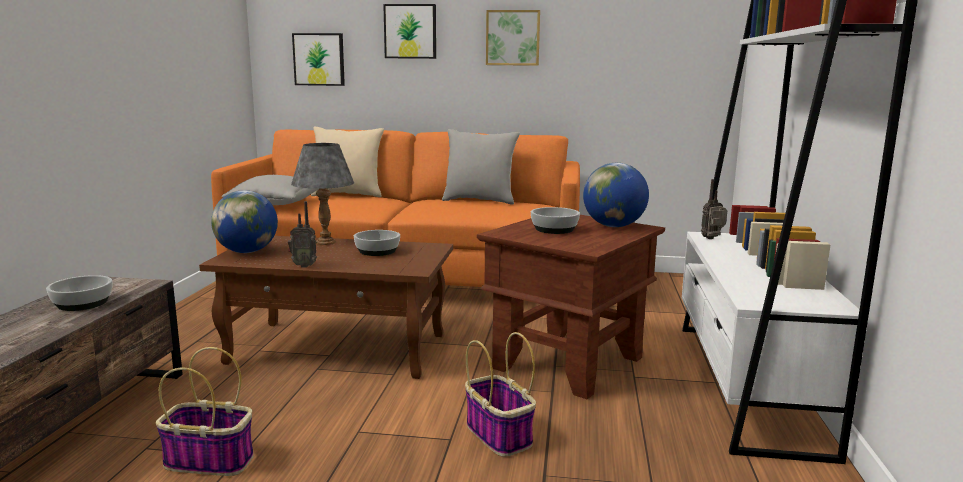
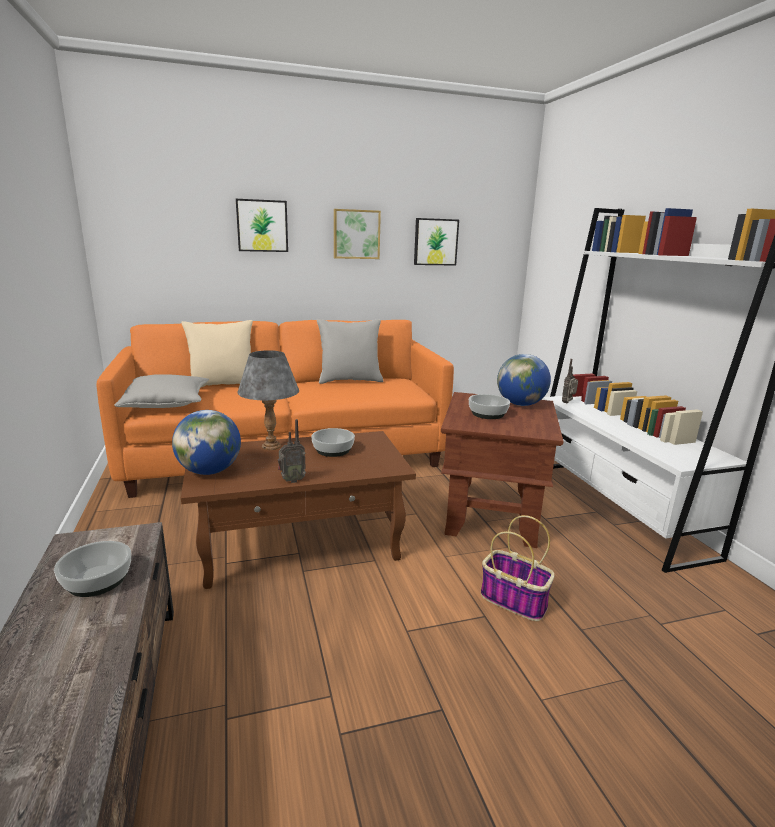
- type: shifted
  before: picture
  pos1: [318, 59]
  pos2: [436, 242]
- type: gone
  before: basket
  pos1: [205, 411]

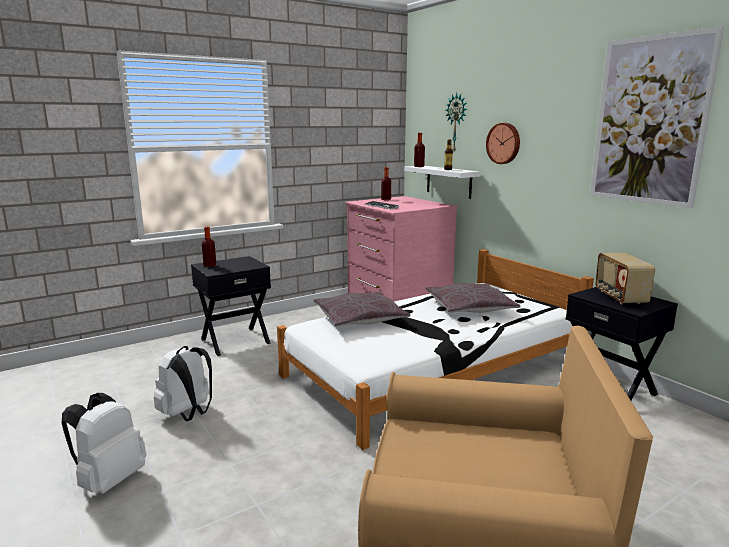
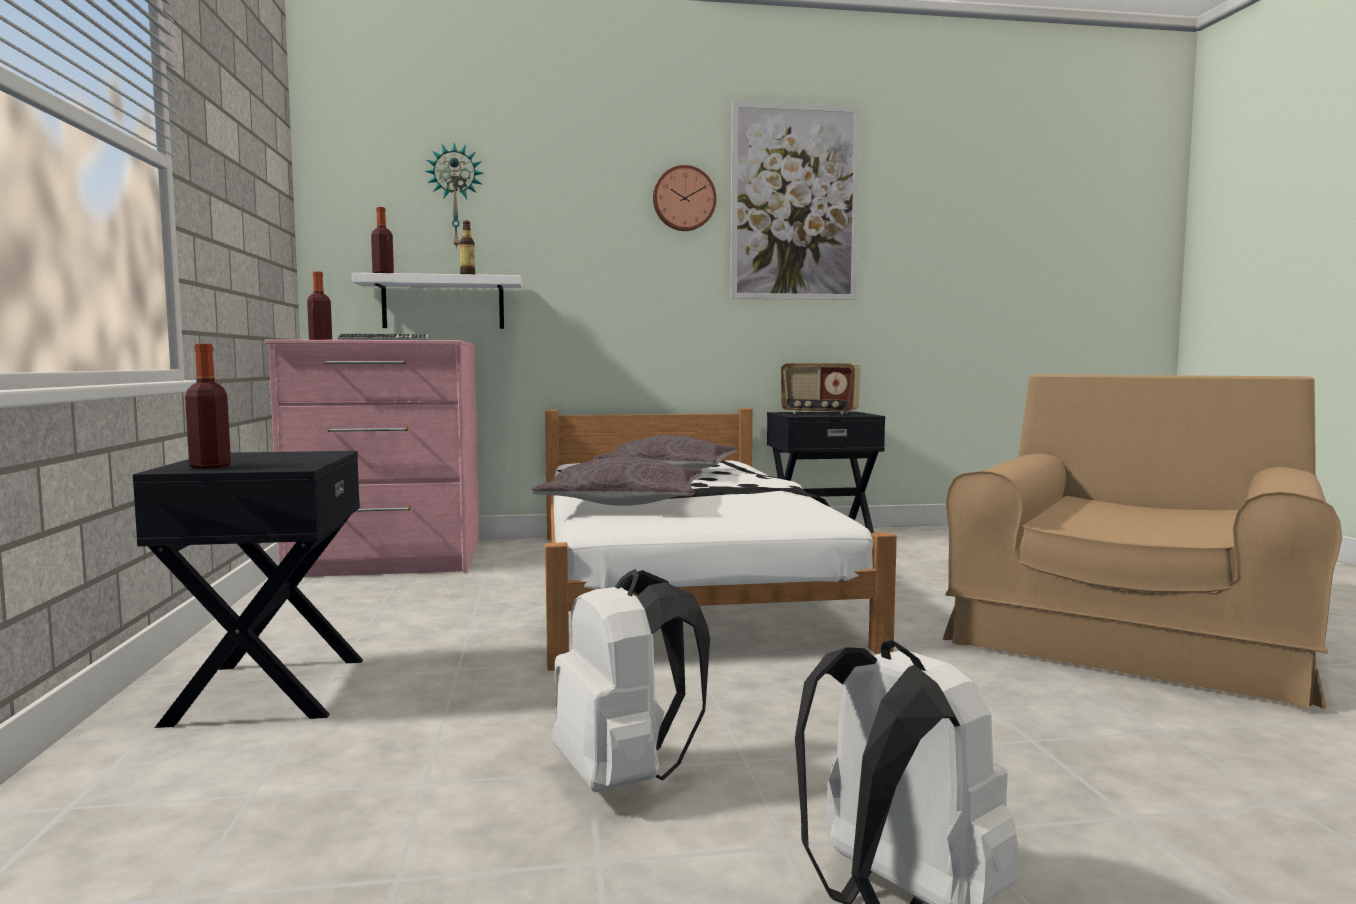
- type: shifted
  before: wall clock
  pos1: [503, 143]
  pos2: [685, 198]

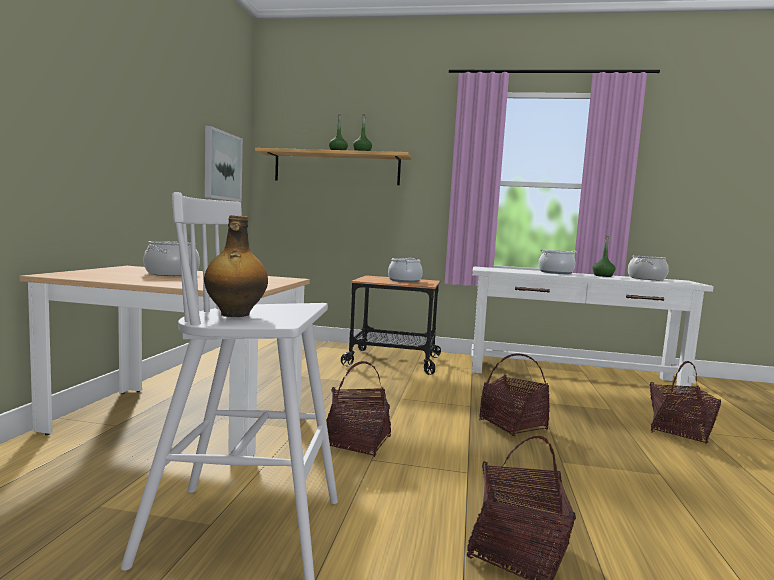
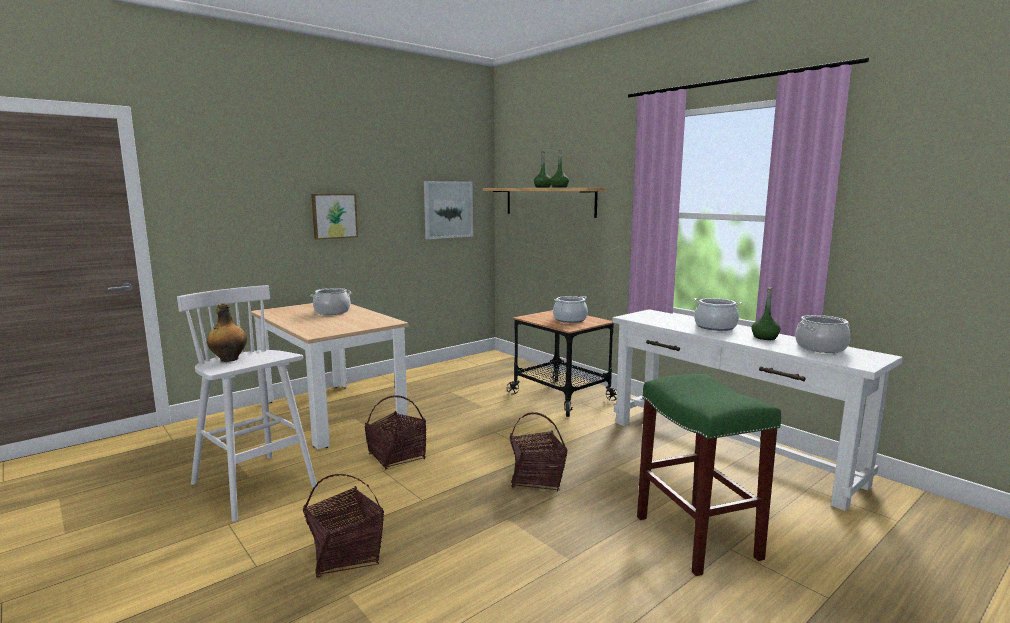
- type: new
  after: picture
  pos2: [334, 217]
- type: swapped
  before: basket
  after: stool/green
  pos1: [685, 402]
  pos2: [709, 475]

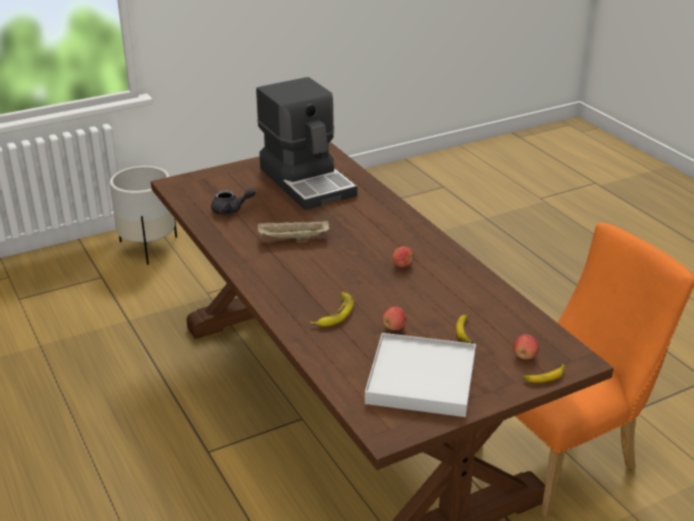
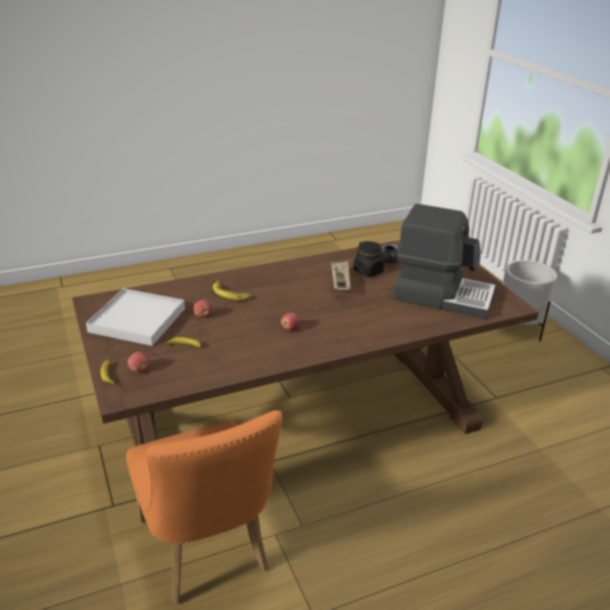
- type: new
  after: jar/black
  pos2: [368, 259]
- type: rotated
  before: coffee machine
  pos1: [306, 143]
  pos2: [445, 261]
  turn: -135

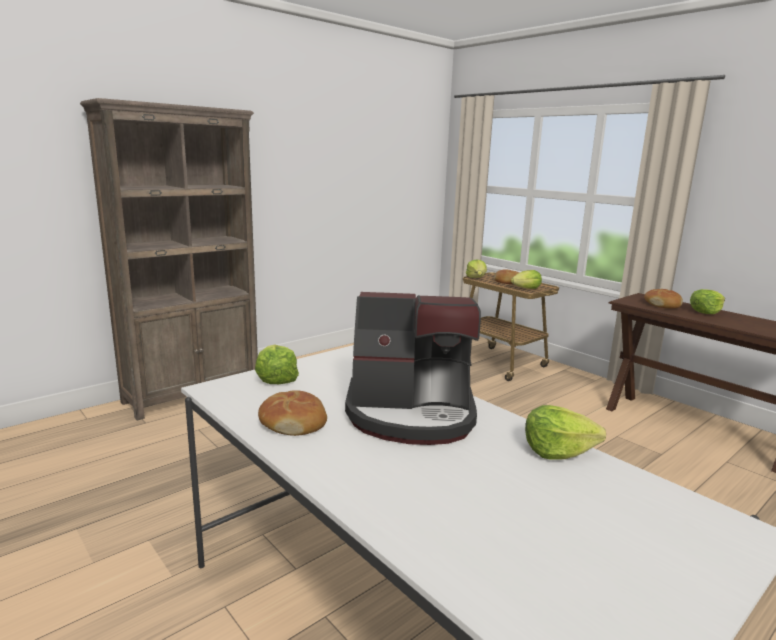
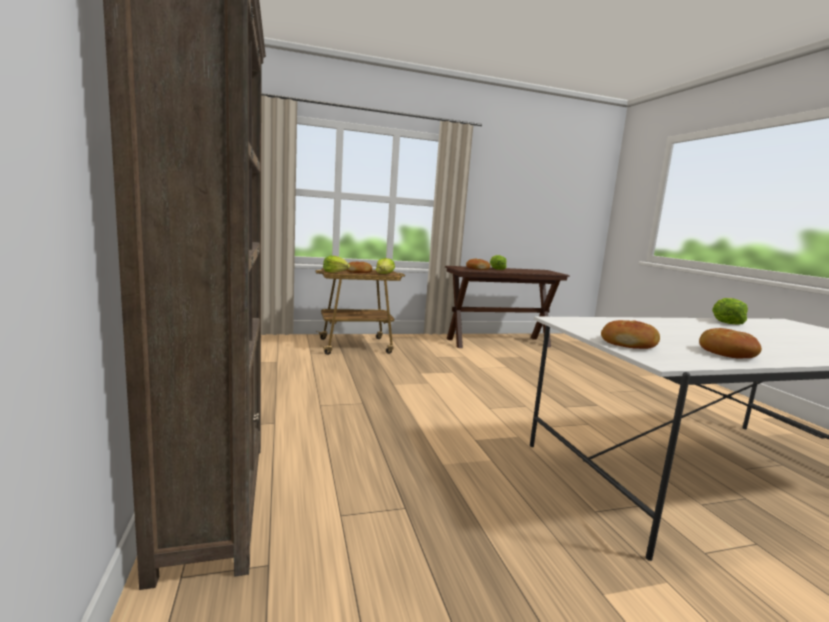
- type: swapped
  before: lettuce
  after: bread
  pos1: [277, 364]
  pos2: [630, 334]
- type: gone
  before: coffee machine
  pos1: [413, 368]

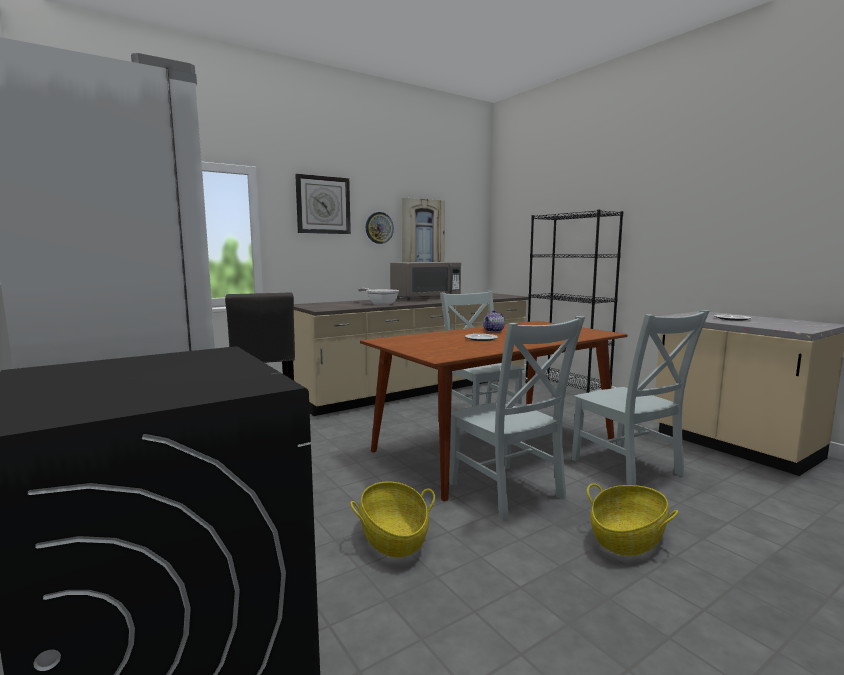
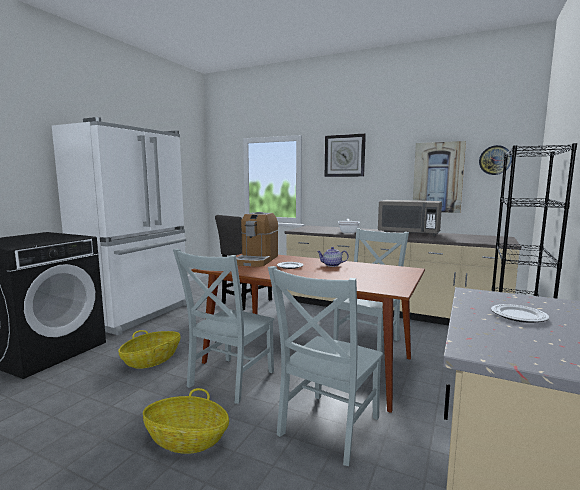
- type: new
  after: coffee machine
  pos2: [257, 239]
- type: shifted
  before: wall clock
  pos1: [380, 228]
  pos2: [495, 160]

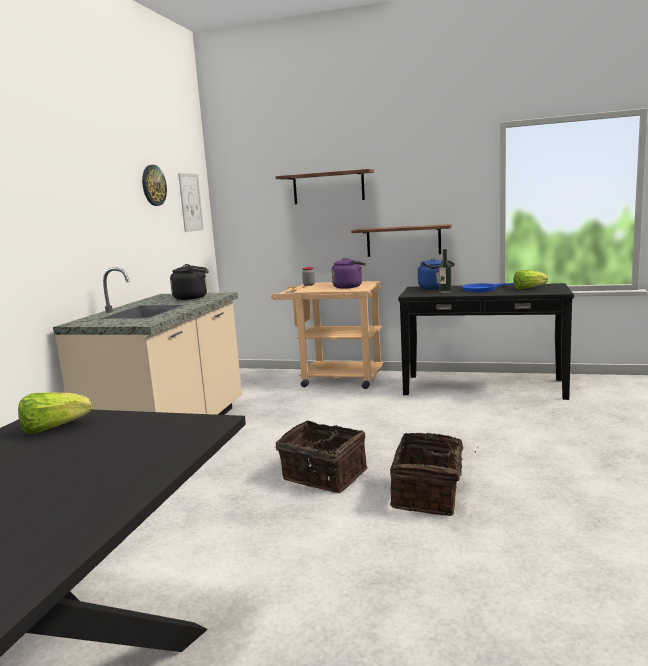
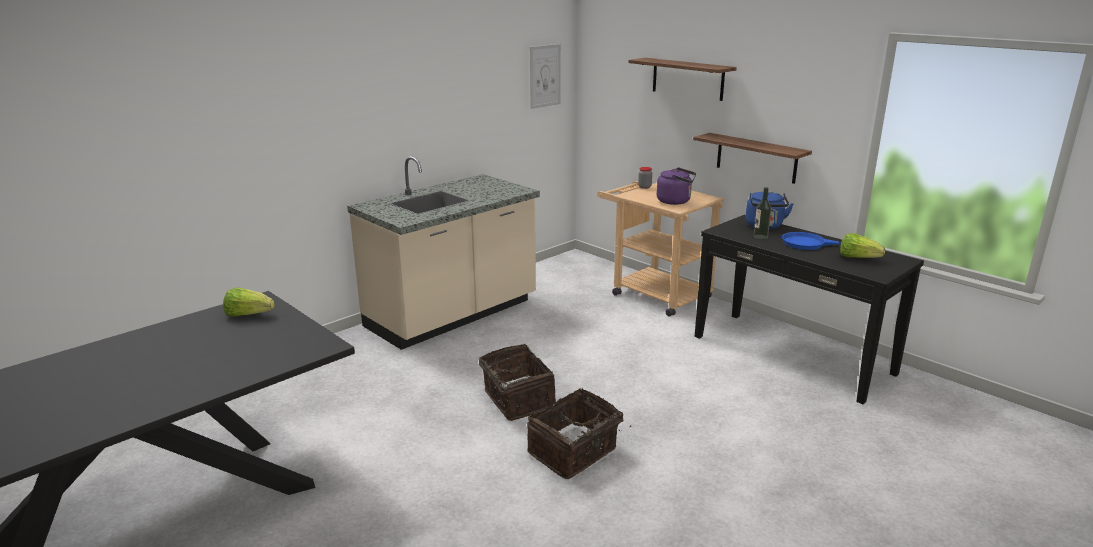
- type: gone
  before: wall clock
  pos1: [154, 185]
- type: gone
  before: kettle/black
  pos1: [189, 282]

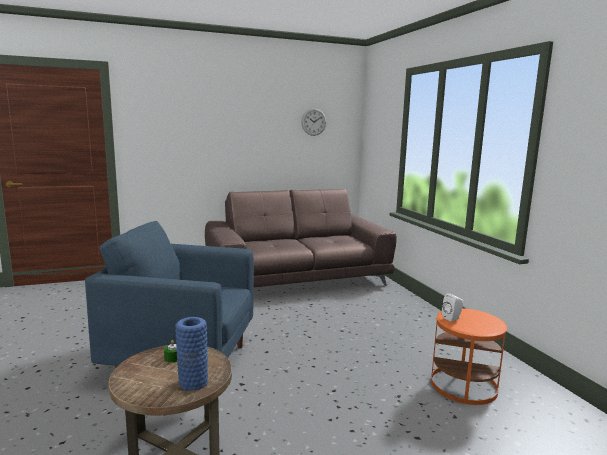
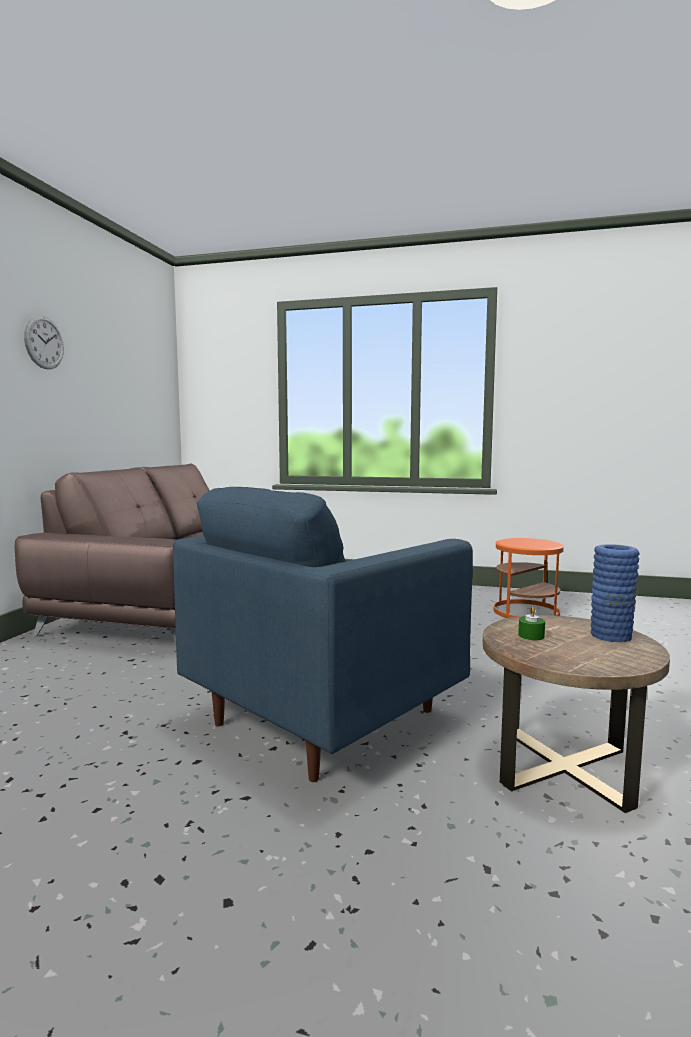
- type: shifted
  before: wall clock
  pos1: [314, 122]
  pos2: [44, 342]
- type: gone
  before: speaker/white
  pos1: [452, 307]

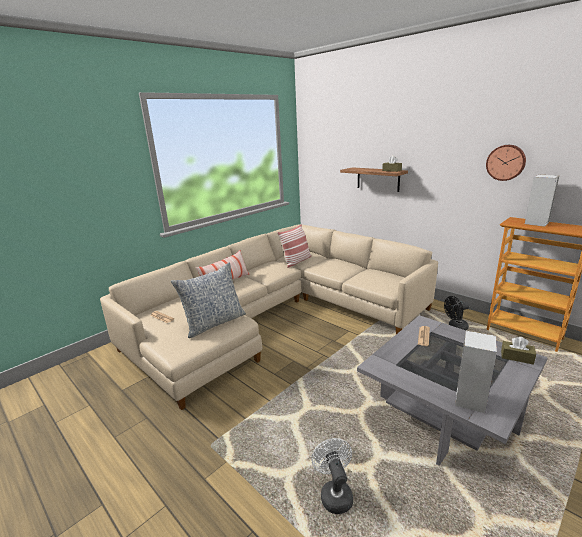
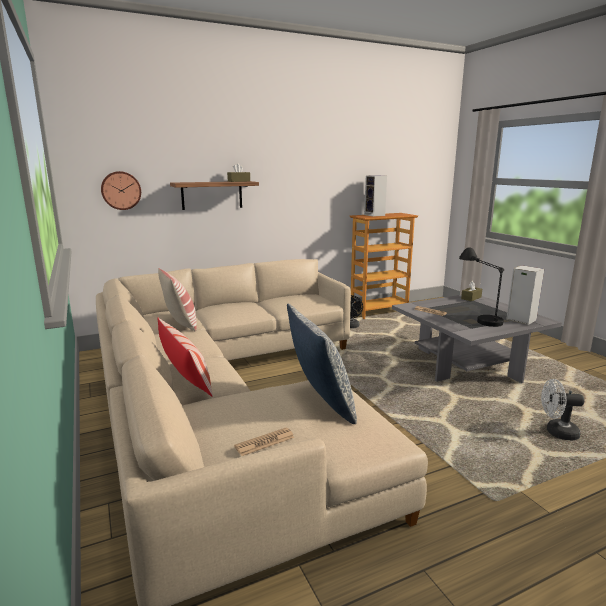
- type: shifted
  before: wall clock
  pos1: [506, 163]
  pos2: [121, 190]
- type: new
  after: table lamp/black
  pos2: [481, 287]

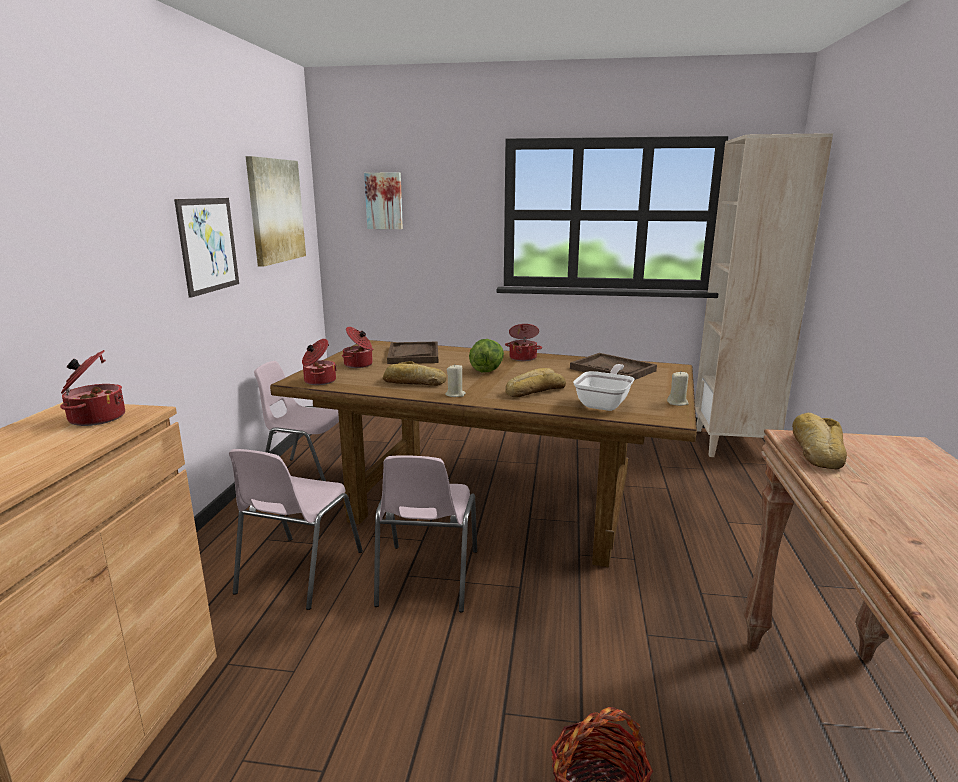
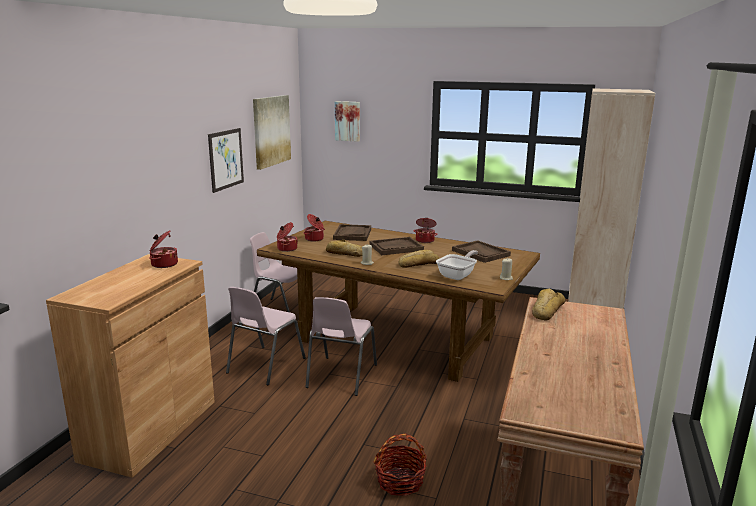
- type: swapped
  before: lettuce
  after: tray/brown
  pos1: [486, 355]
  pos2: [396, 246]

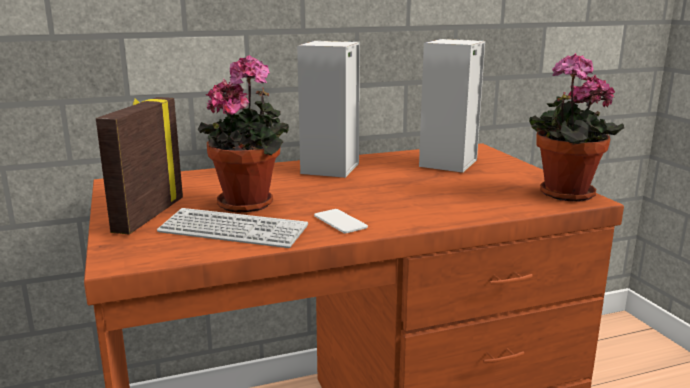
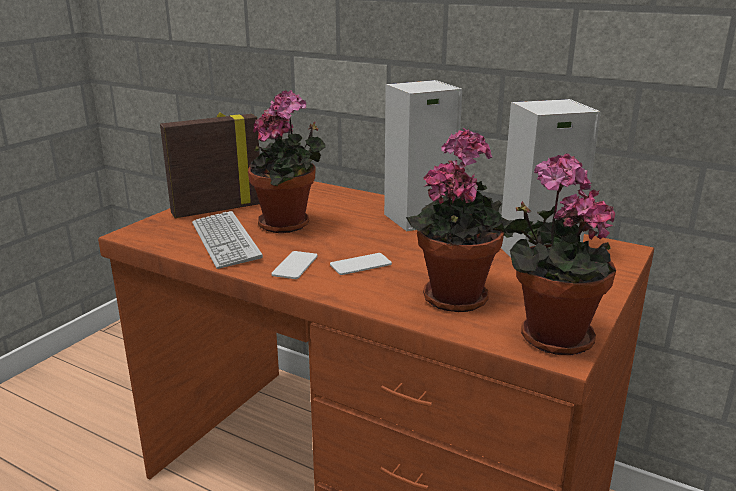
- type: new
  after: phone
  pos2: [361, 264]
- type: new
  after: potted plant
  pos2: [460, 220]

